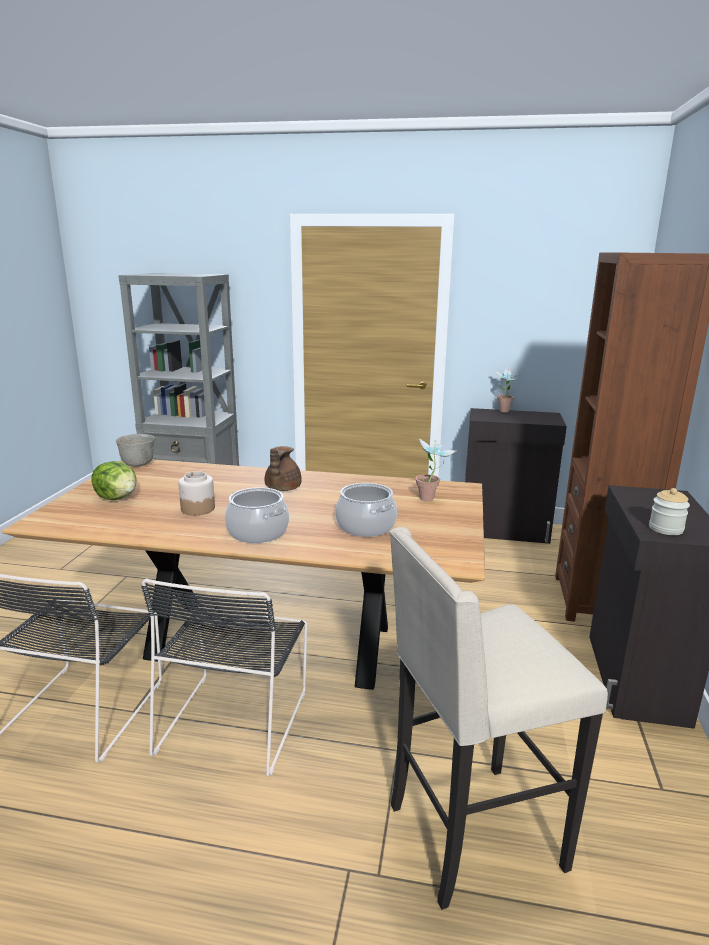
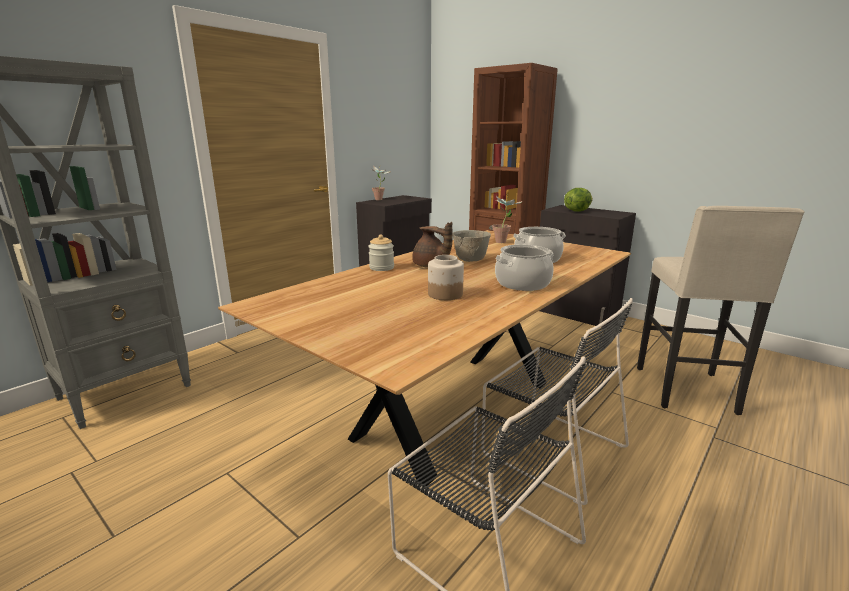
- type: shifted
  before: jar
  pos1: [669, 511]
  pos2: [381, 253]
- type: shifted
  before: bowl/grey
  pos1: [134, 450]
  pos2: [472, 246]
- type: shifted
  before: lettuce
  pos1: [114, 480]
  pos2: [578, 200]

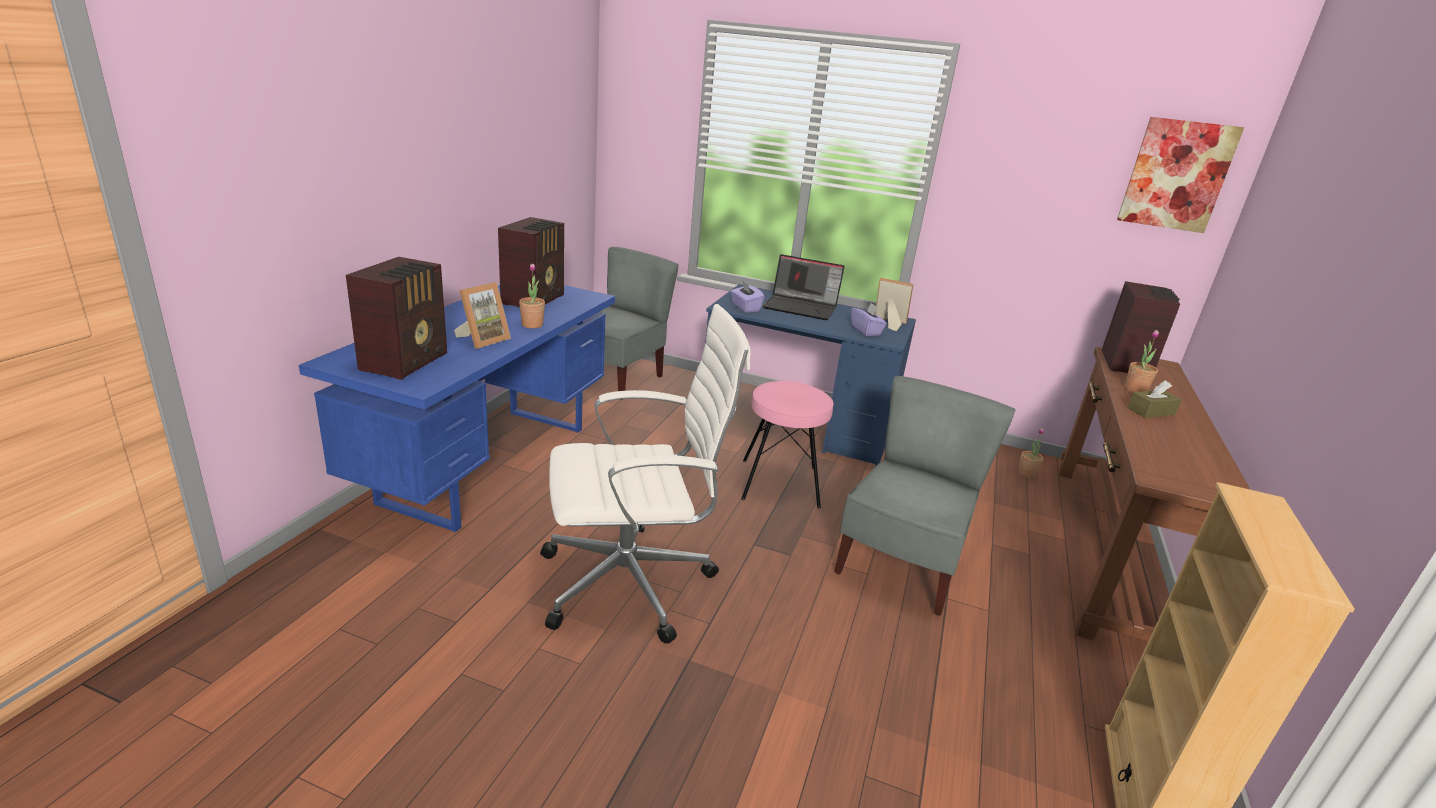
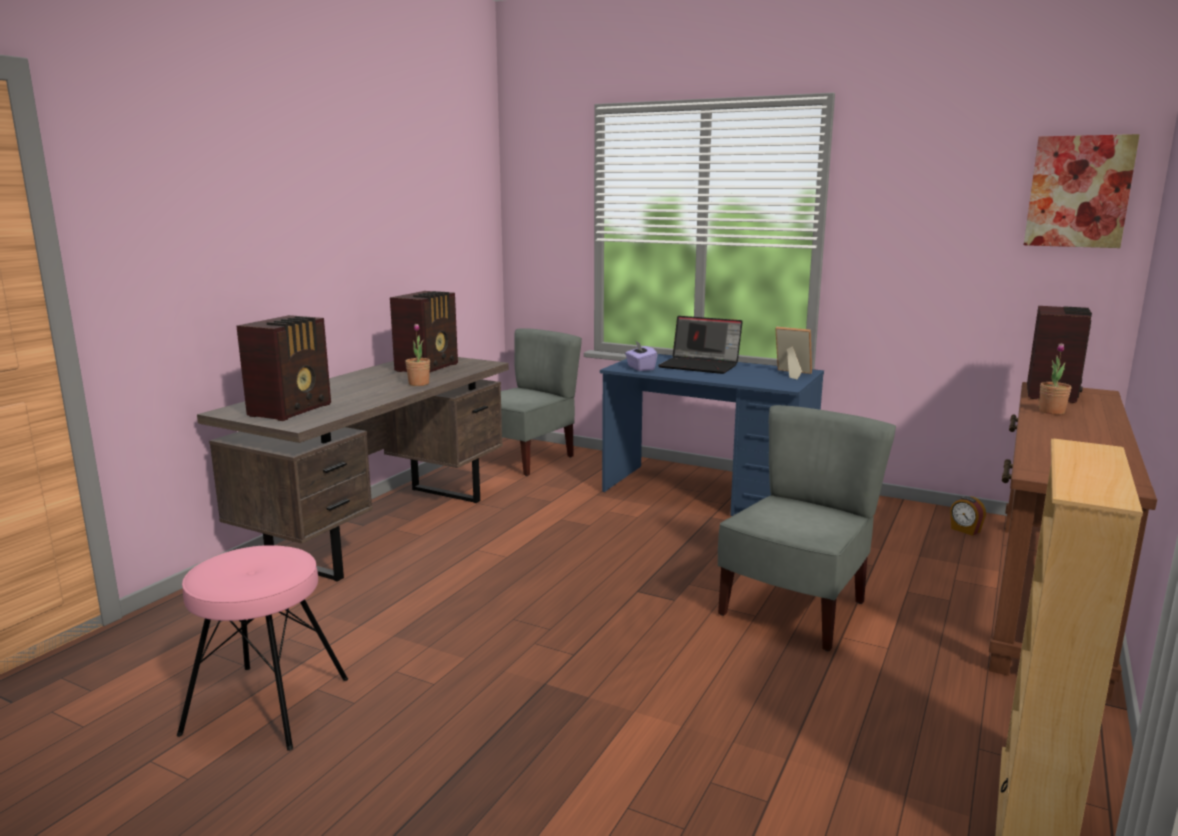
- type: shifted
  before: stool/pink
  pos1: [787, 444]
  pos2: [262, 648]
- type: repainted
  before: desk/blue
  after: desk/brown
  pos1: [457, 408]
  pos2: [353, 469]
- type: swapped
  before: potted plant
  after: alarm clock
  pos1: [1031, 453]
  pos2: [968, 516]
- type: gone
  before: picture frame
  pos1: [482, 315]
- type: gone
  before: office chair/white
  pos1: [645, 474]
- type: gone
  before: tissue box/purple
  pos1: [869, 319]
- type: gone
  before: tissue box/brown
  pos1: [1155, 399]

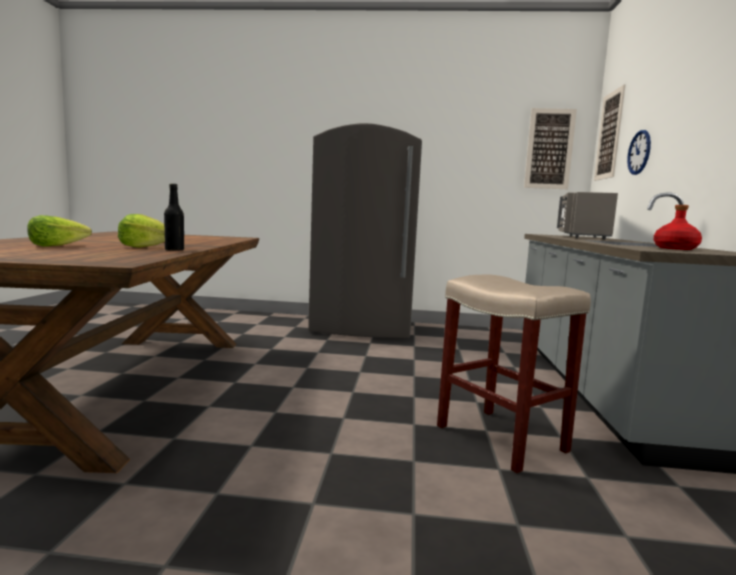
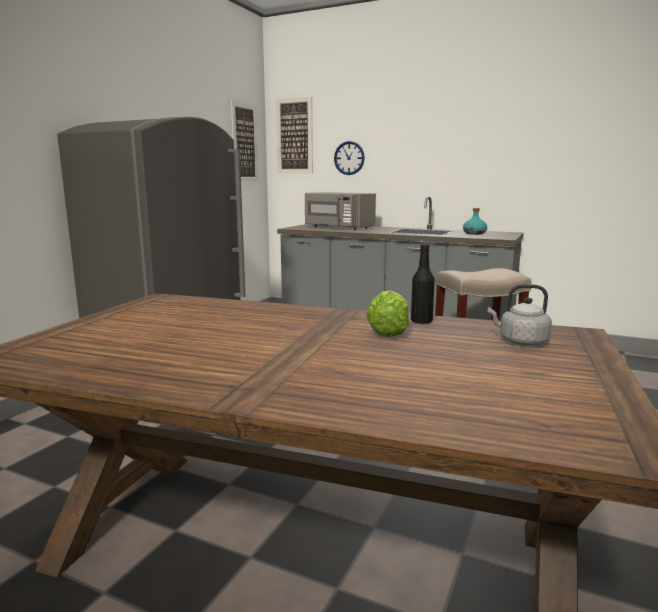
- type: repainted
  before: bottle/red
  after: bottle/turquoise
  pos1: [677, 227]
  pos2: [475, 221]
- type: new
  after: kettle/grey
  pos2: [520, 315]
- type: gone
  before: lettuce
  pos1: [59, 231]

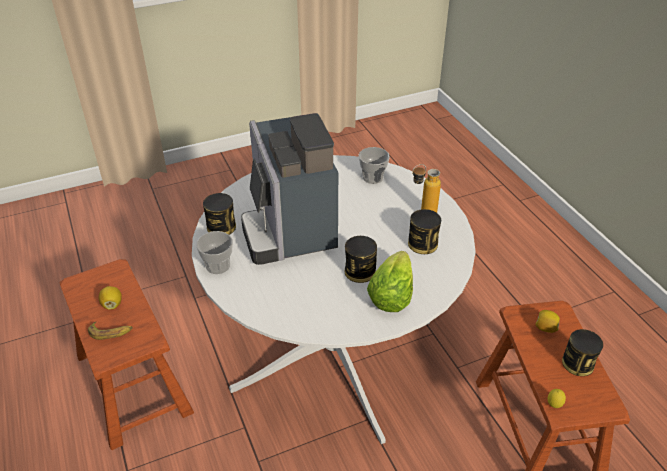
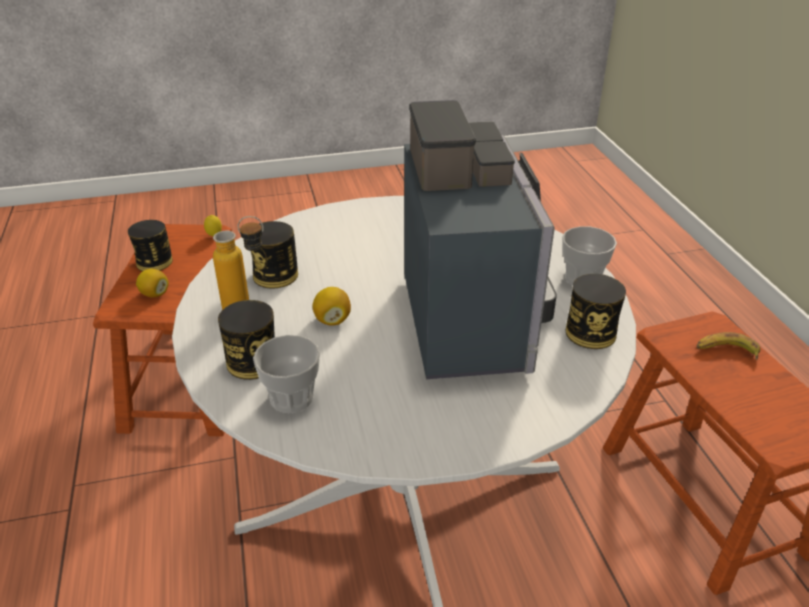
- type: shifted
  before: can
  pos1: [361, 259]
  pos2: [246, 340]
- type: shifted
  before: lemon
  pos1: [110, 298]
  pos2: [331, 306]
- type: gone
  before: lettuce
  pos1: [390, 281]

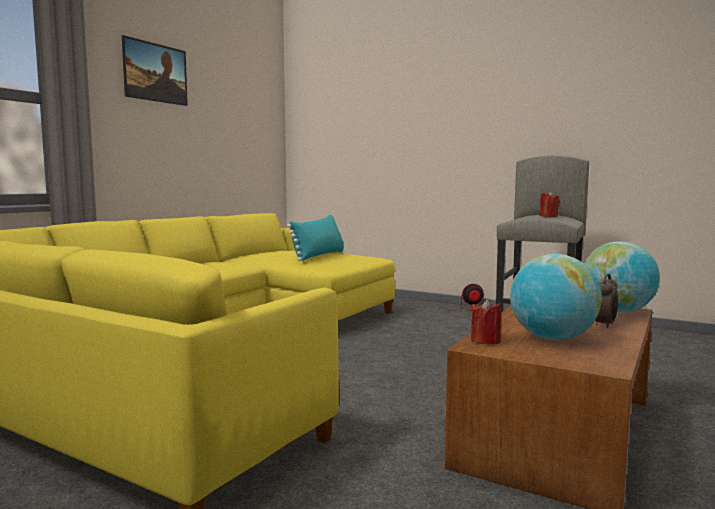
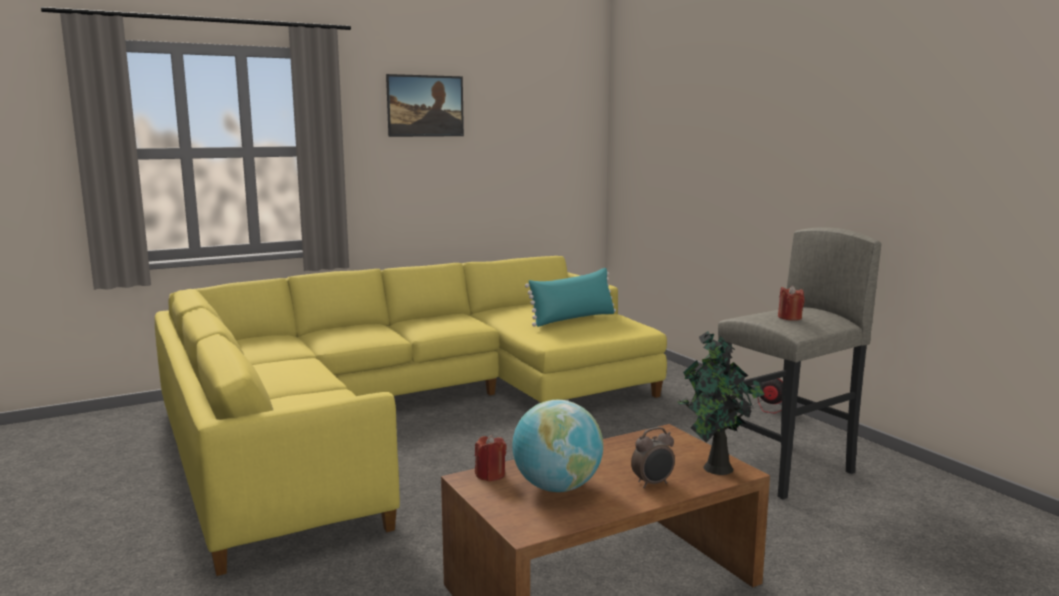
- type: swapped
  before: globe
  after: potted plant
  pos1: [622, 277]
  pos2: [720, 403]

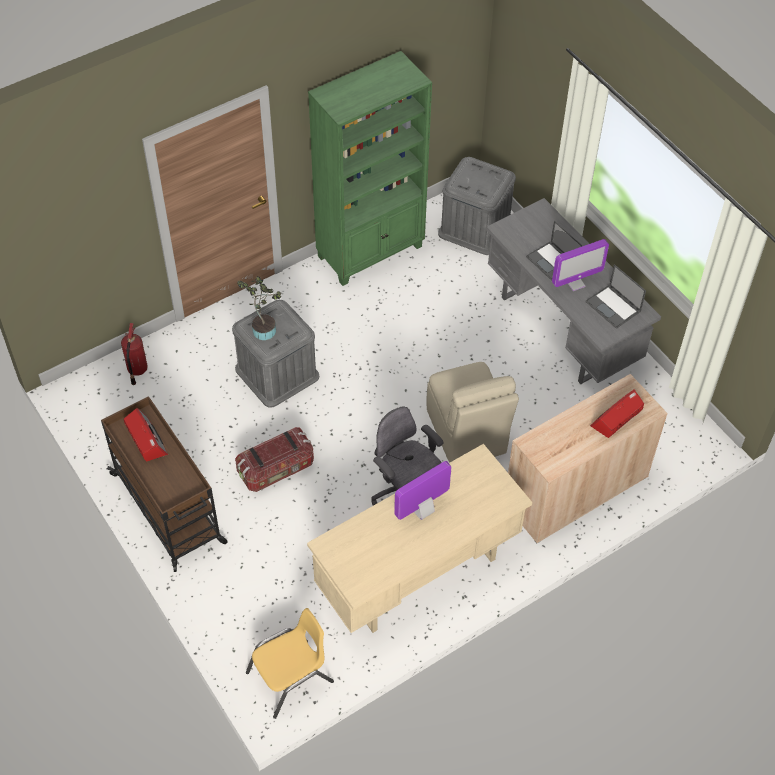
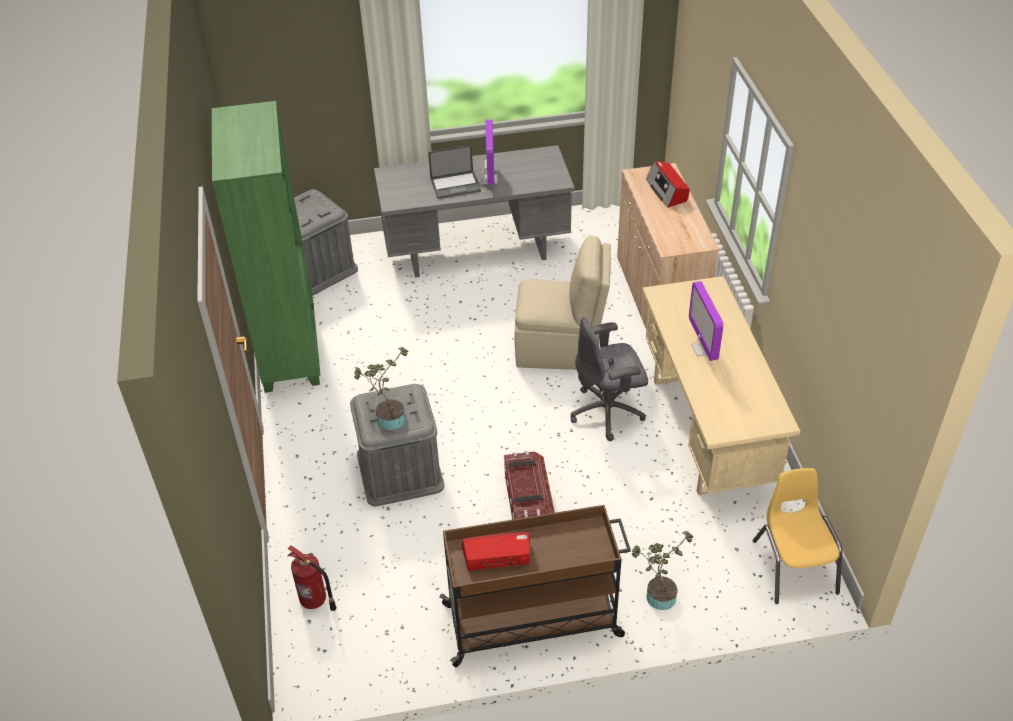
- type: new
  after: potted plant
  pos2: [662, 570]
- type: gone
  before: laptop
  pos1: [615, 296]

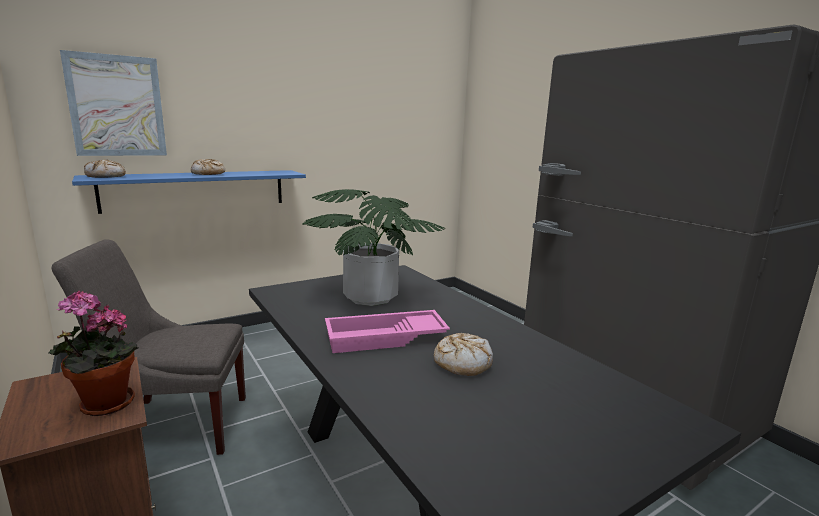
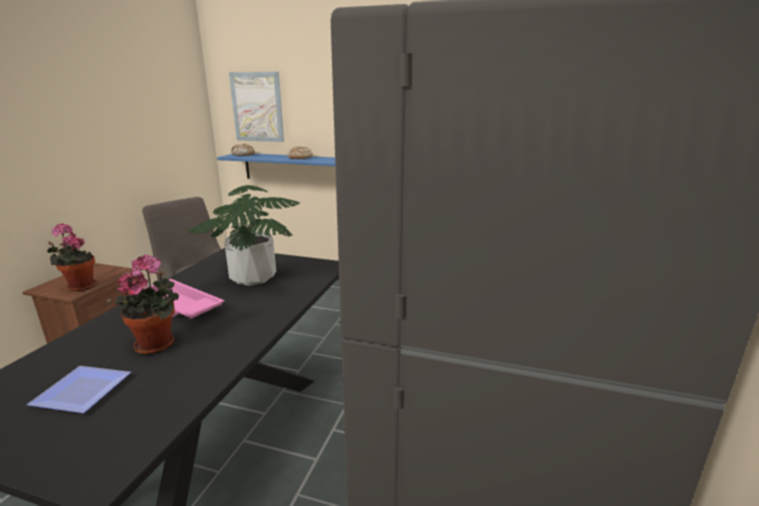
- type: new
  after: plate
  pos2: [79, 389]
- type: swapped
  before: bread
  after: potted plant
  pos1: [463, 354]
  pos2: [147, 304]

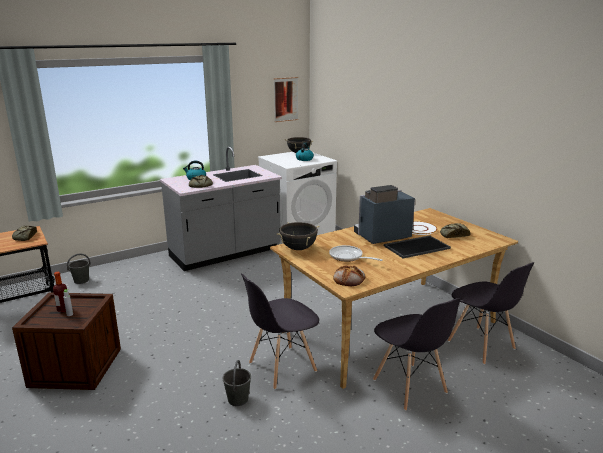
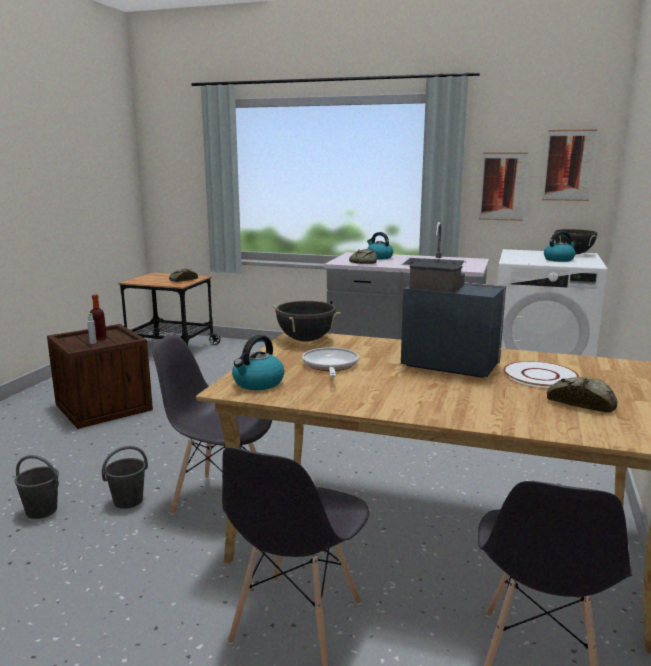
- type: shifted
  before: bucket/grey
  pos1: [79, 269]
  pos2: [36, 487]
- type: swapped
  before: bread
  after: kettle
  pos1: [349, 275]
  pos2: [258, 362]
- type: new
  after: picture
  pos2: [504, 187]
- type: gone
  before: tray
  pos1: [417, 247]

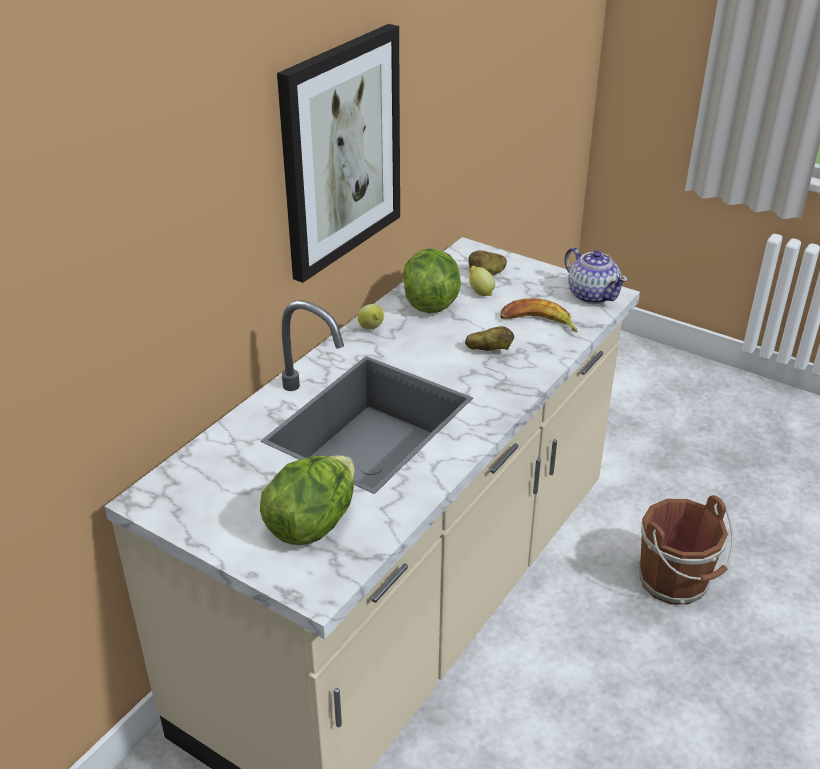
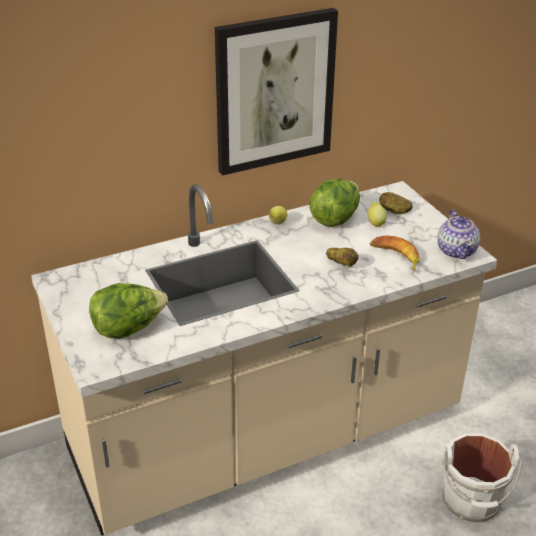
- type: repainted
  before: bucket/brown
  after: bucket/white
  pos1: [686, 550]
  pos2: [482, 478]

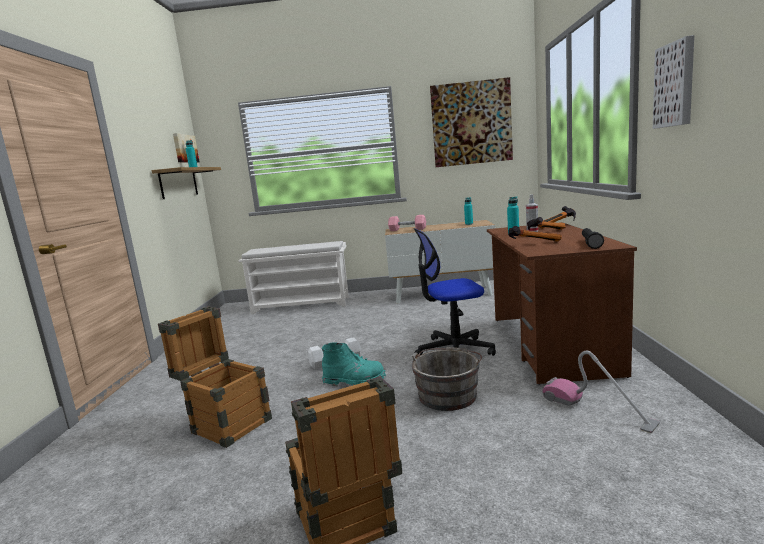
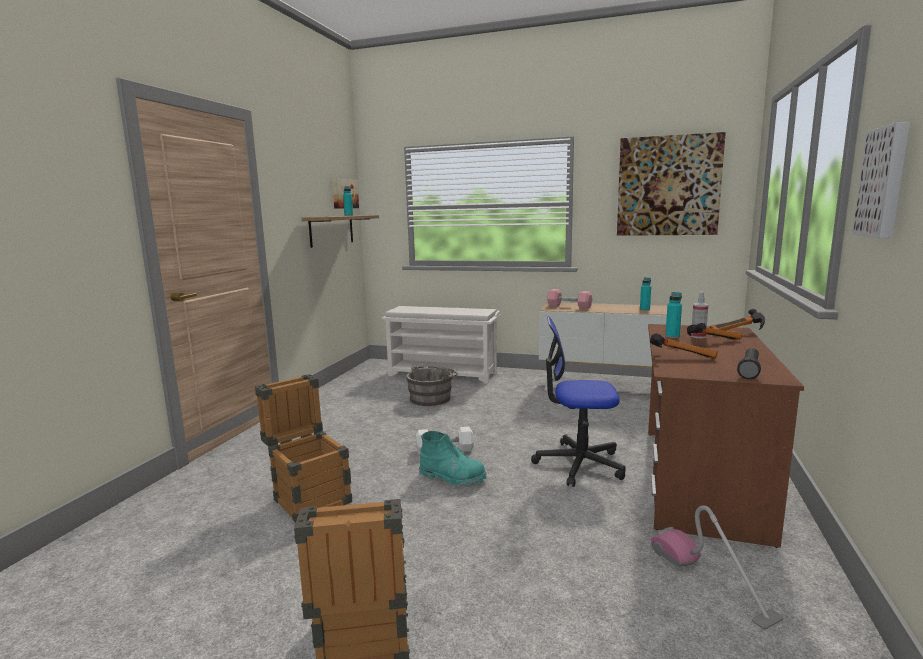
- type: shifted
  before: bucket/grey
  pos1: [447, 379]
  pos2: [432, 386]

